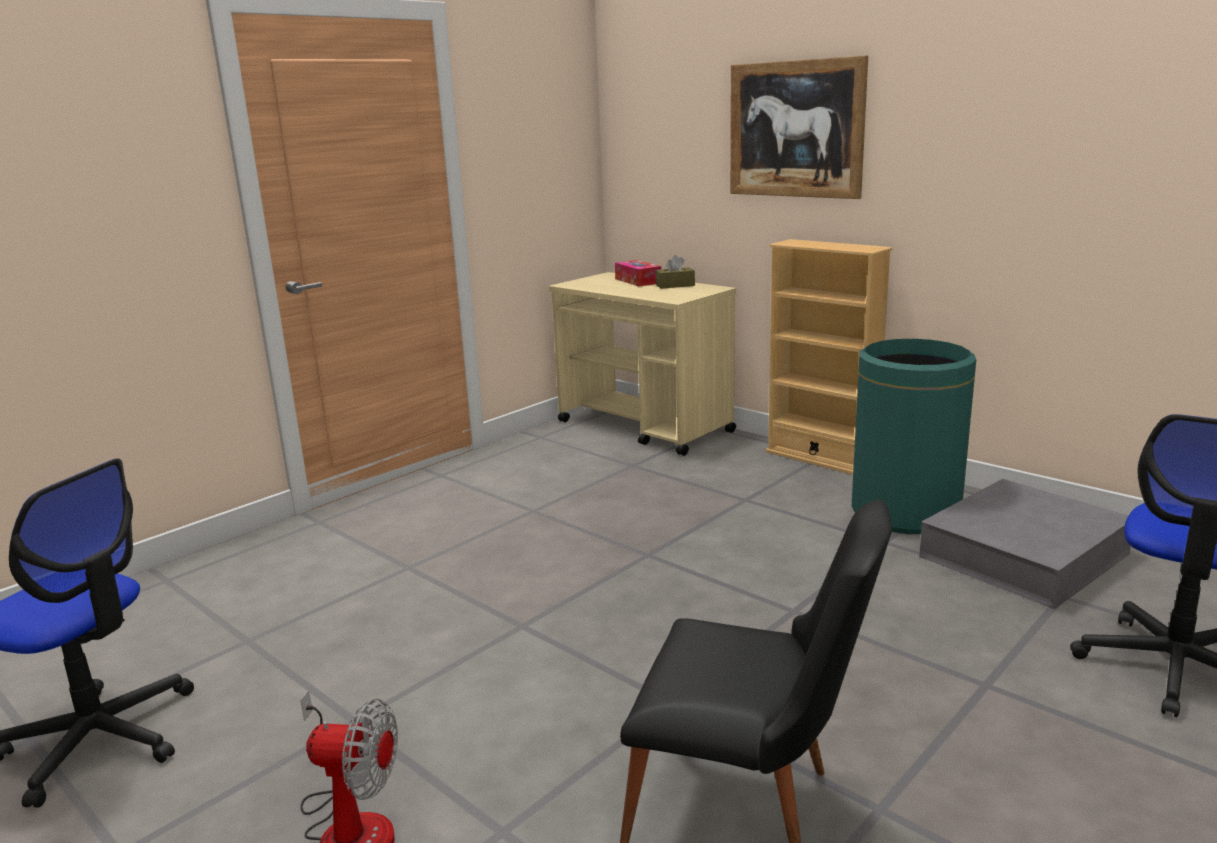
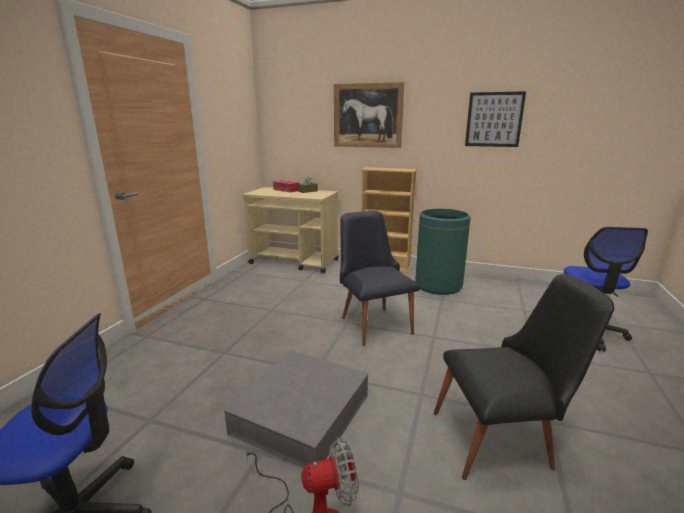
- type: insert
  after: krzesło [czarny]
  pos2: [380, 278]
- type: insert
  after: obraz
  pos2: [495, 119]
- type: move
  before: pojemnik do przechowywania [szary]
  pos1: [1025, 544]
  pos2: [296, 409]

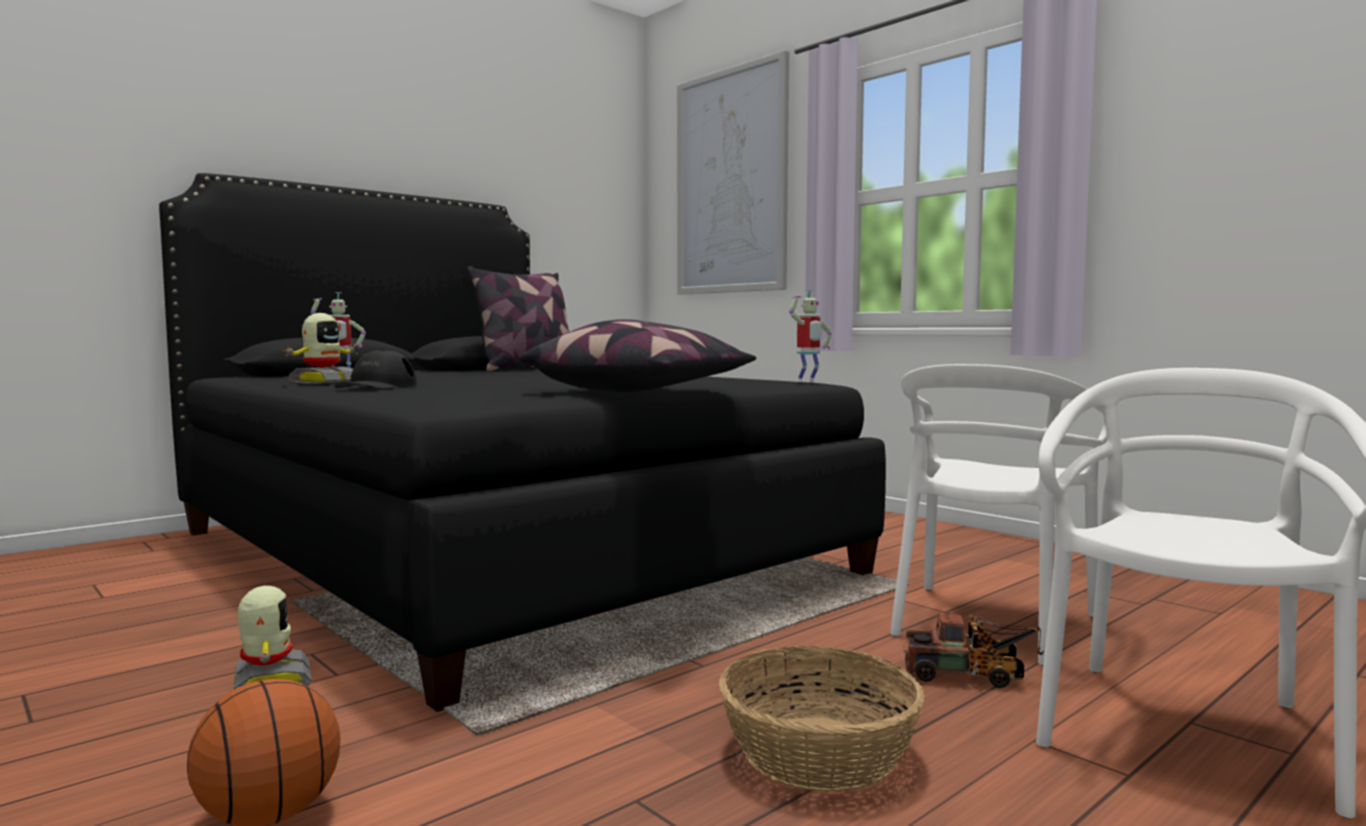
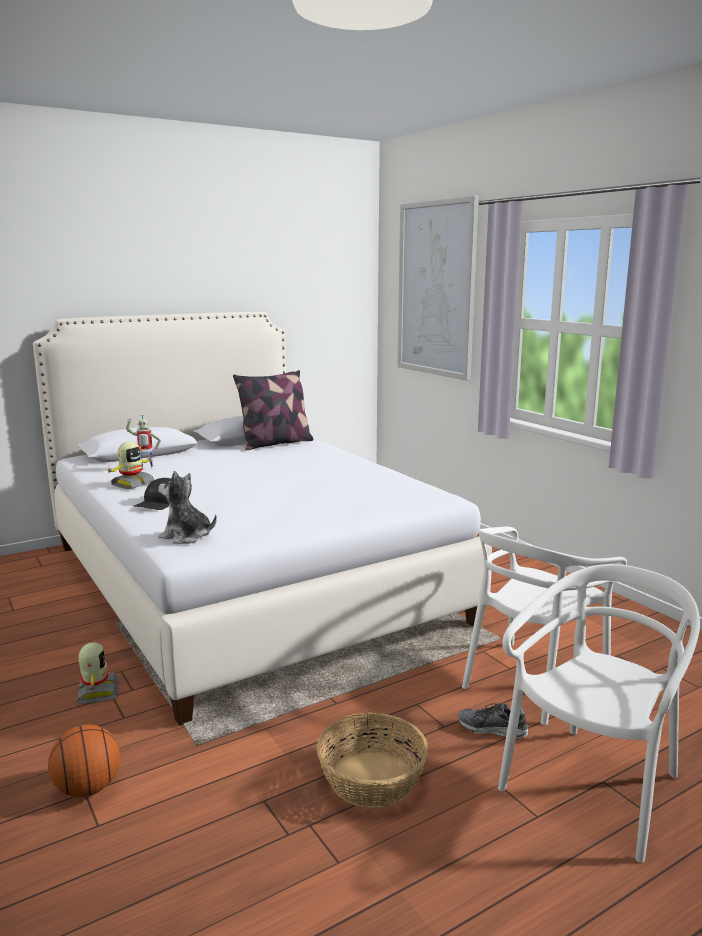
- type: delete
  before: poduszka
  pos1: [638, 355]
- type: delete
  before: robot zabawkowy
  pos1: [810, 336]
- type: insert
  after: pluszak
  pos2: [187, 507]
- type: replace
  before: ciężarówka zabawkowa
  after: but
  pos1: [973, 650]
  pos2: [493, 720]
- type: recolor
  before: łóżko [czarny]
  after: łóżko [biały]
  pos1: [522, 442]
  pos2: [262, 519]

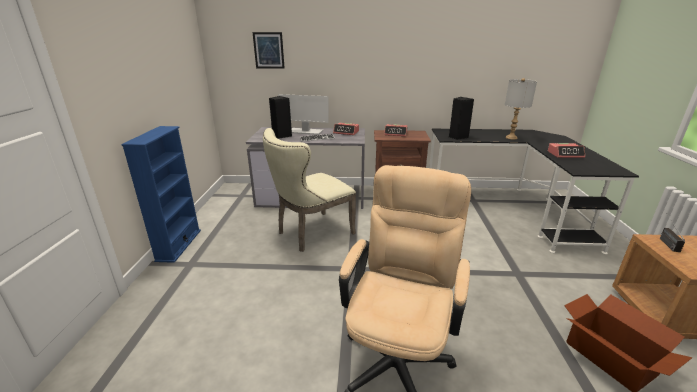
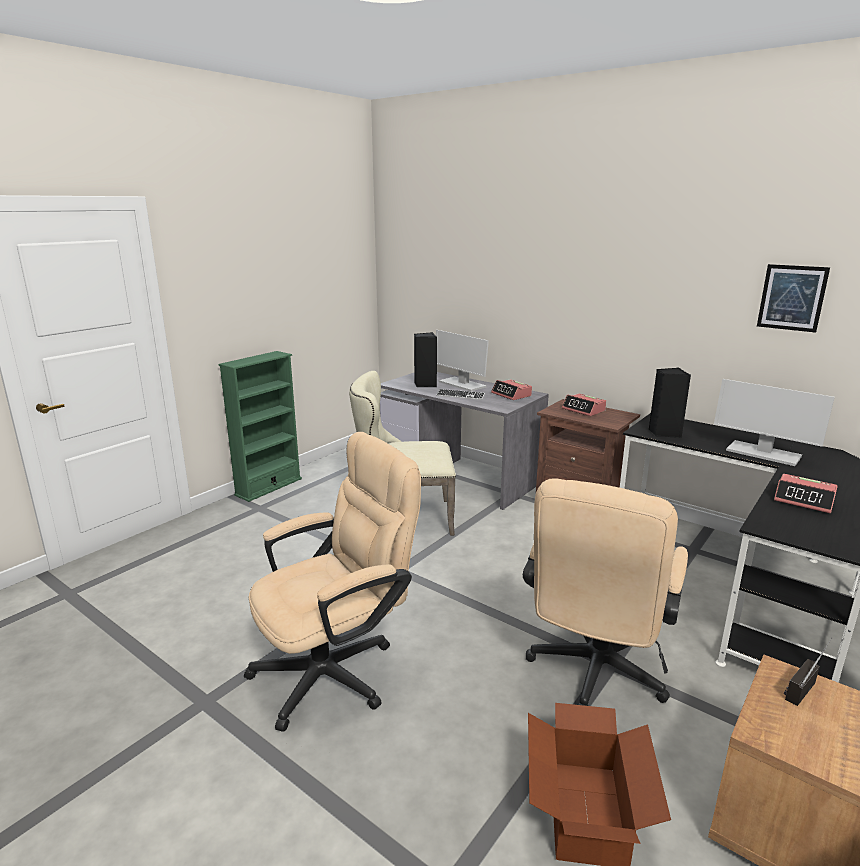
- type: insert
  after: krzesło biurowe [beżowy]
  pos2: [605, 592]
- type: move
  before: obraz
  pos1: [268, 50]
  pos2: [793, 298]
- type: replace
  before: lampa stołowa [szary]
  after: monitor
  pos1: [521, 109]
  pos2: [774, 422]
- type: recolor
  before: regał [niebieski]
  after: regał [zielony]
  pos1: [161, 194]
  pos2: [260, 426]

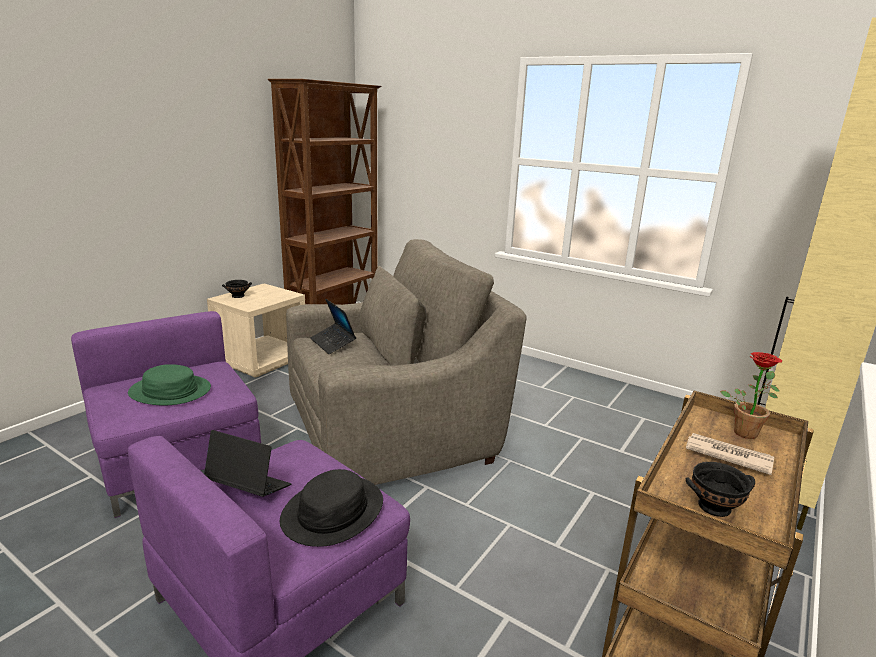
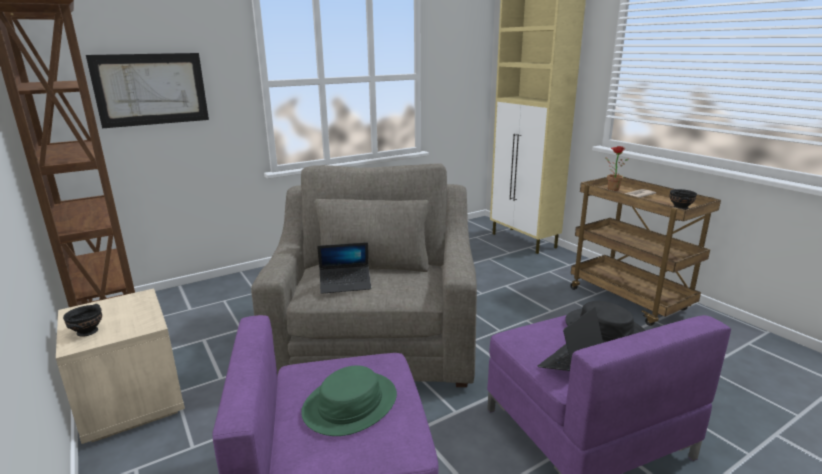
- type: insert
  after: obraz
  pos2: [147, 90]

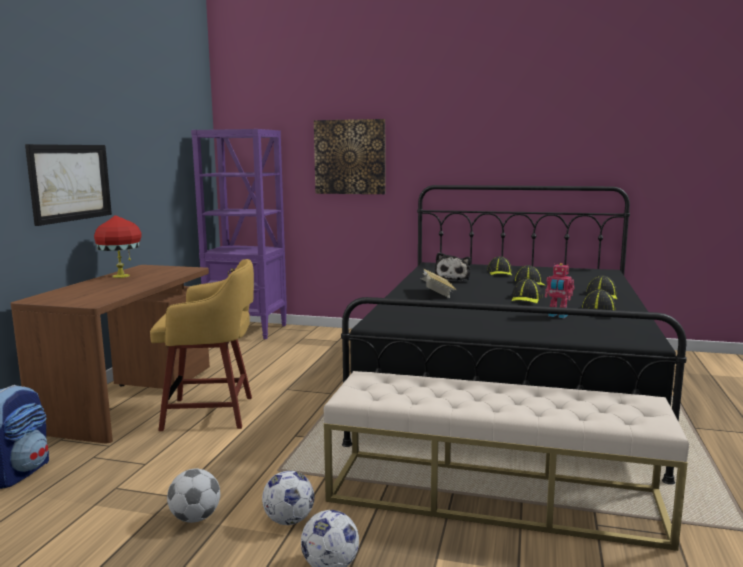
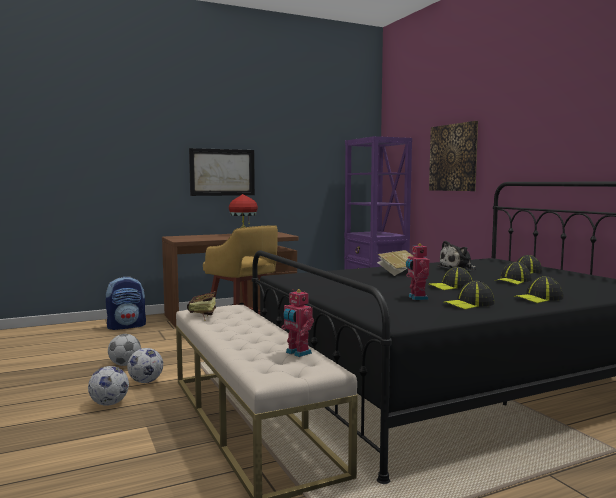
- type: insert
  after: książka
  pos2: [201, 305]
- type: insert
  after: robot zabawkowy
  pos2: [297, 323]

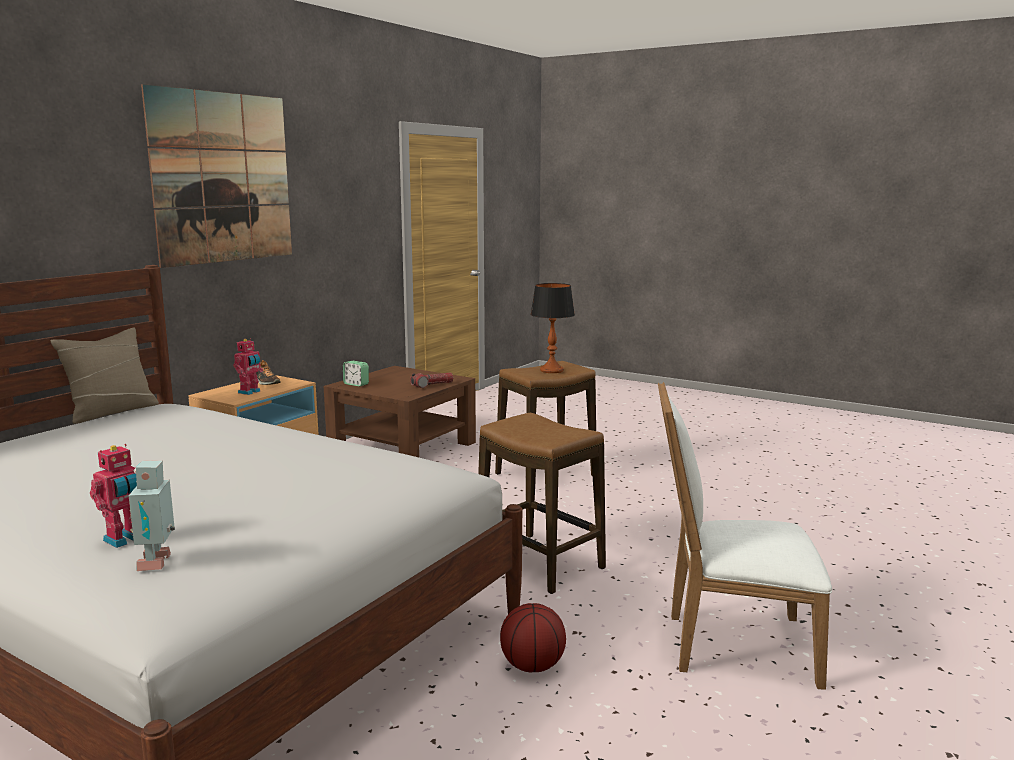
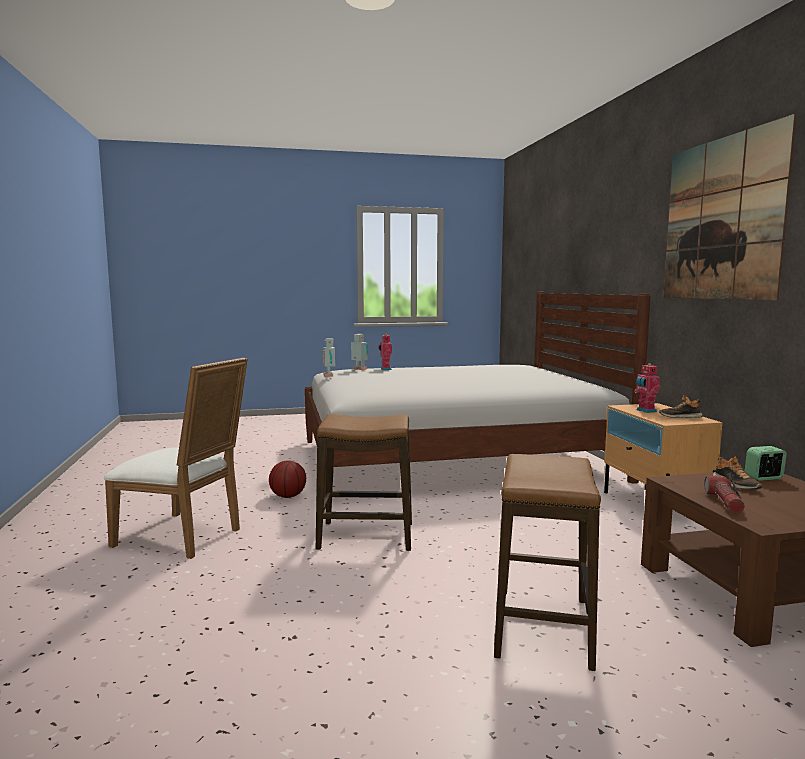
- type: delete
  before: poduszka [beżowy]
  pos1: [104, 376]
- type: delete
  before: lampa stołowa
  pos1: [552, 328]
- type: insert
  after: robot zabawkowy
  pos2: [329, 357]
- type: insert
  after: but
  pos2: [738, 473]
- type: rotate
  before: krzesło [biały]
  pos1: [745, 536]
  pos2: [176, 458]
  turn: 60

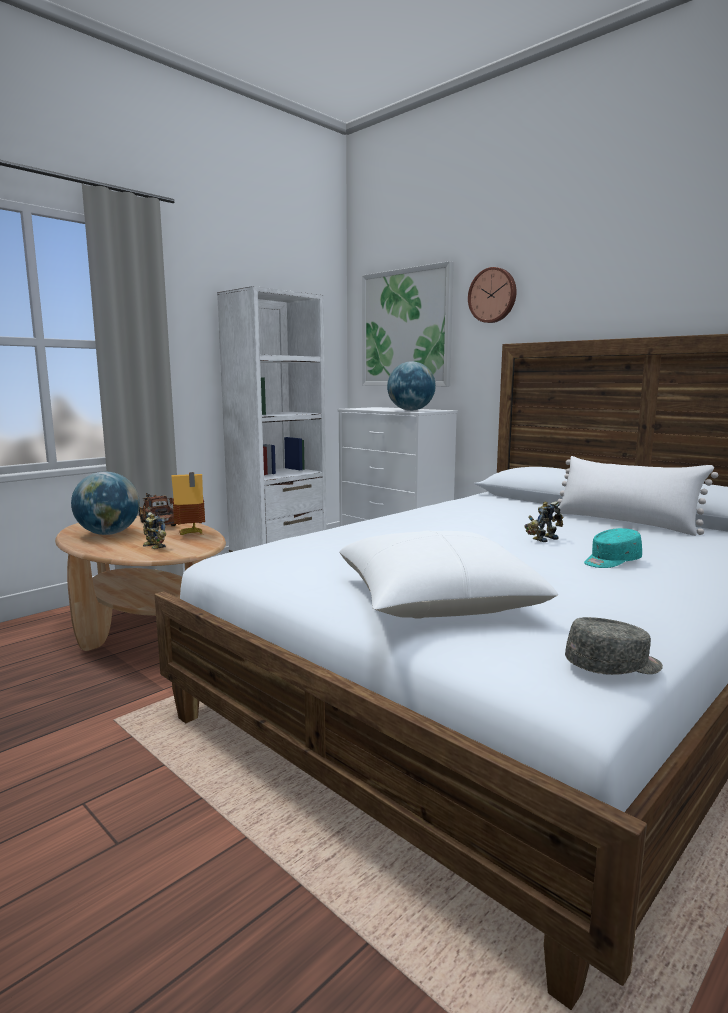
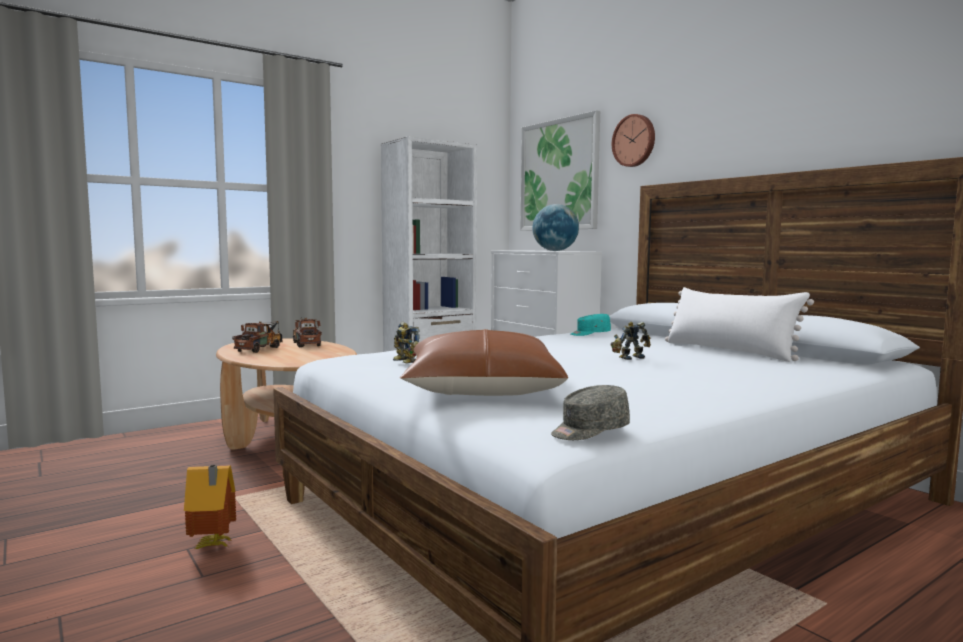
- type: move
  before: robot zabawkowy
  pos1: [154, 530]
  pos2: [406, 342]
- type: move
  before: domek
  pos1: [188, 503]
  pos2: [210, 507]
- type: move
  before: czapka z daszkiem [turkusowy]
  pos1: [613, 548]
  pos2: [591, 325]
- type: replace
  before: globus
  after: ciężarówka zabawkowa
  pos1: [105, 503]
  pos2: [257, 337]
- type: recolor
  before: poduszka [biały]
  after: poduszka [brązowy]
  pos1: [448, 575]
  pos2: [484, 362]
- type: rotate
  before: czapka z daszkiem [szary]
  pos1: [614, 646]
  pos2: [590, 412]
  turn: 150

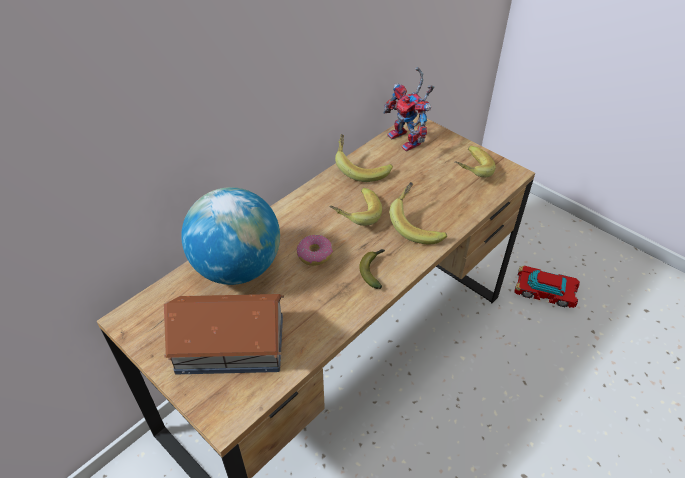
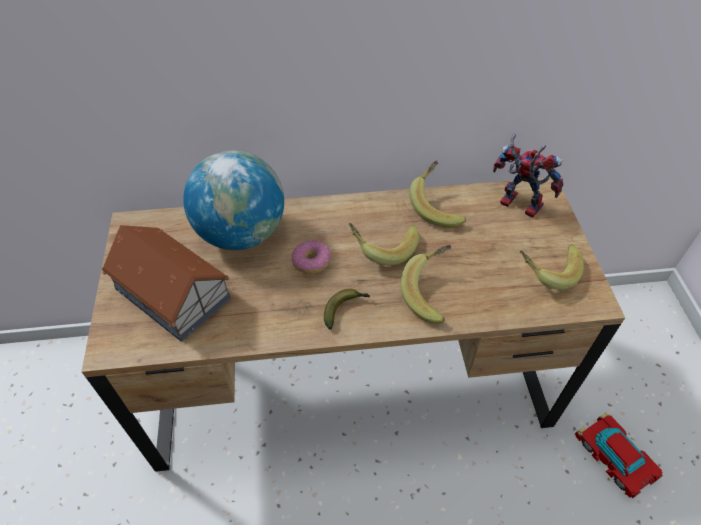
- type: rotate
  before: robot zabawkowy
  pos1: [408, 109]
  pos2: [528, 176]
  turn: 120

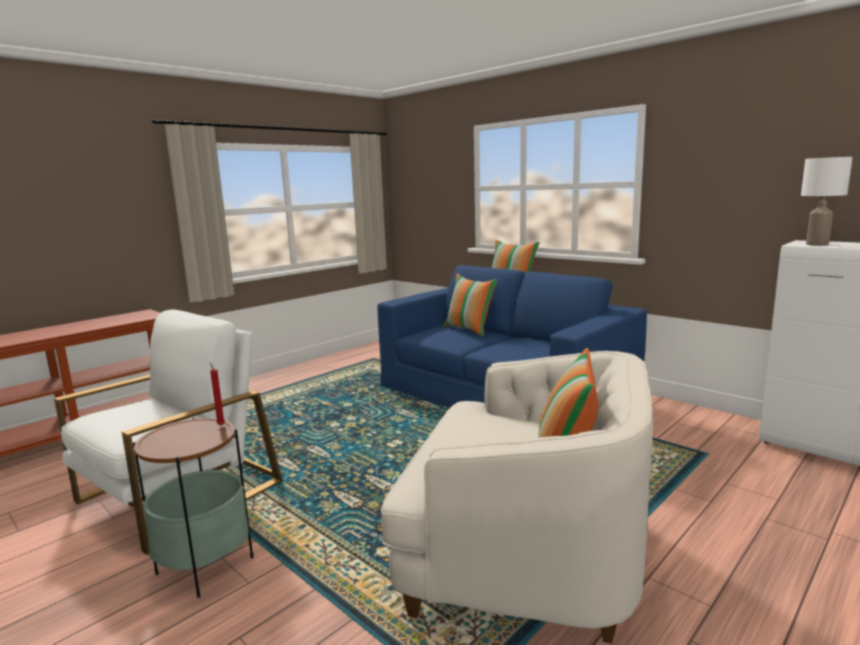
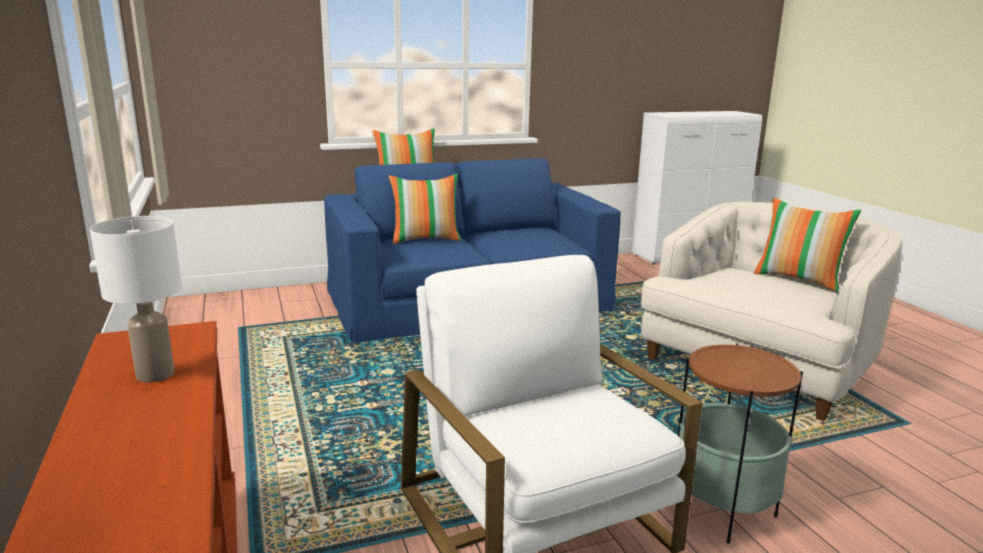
- type: delete
  before: świeca [czerwony]
  pos1: [217, 393]
- type: move
  before: lampa stołowa [biały]
  pos1: [827, 201]
  pos2: [136, 299]

